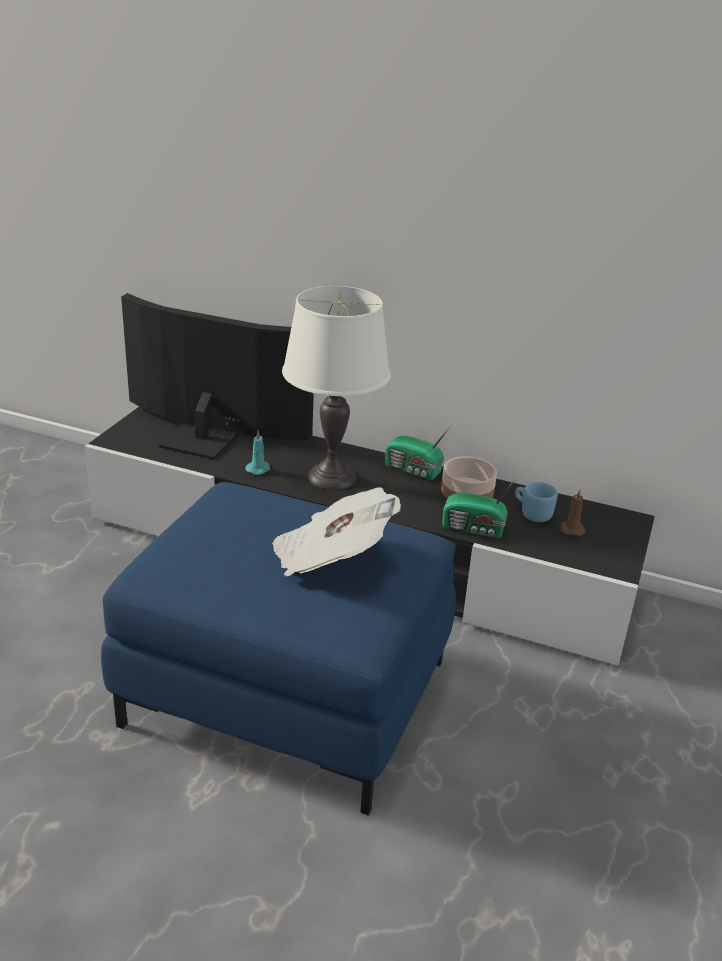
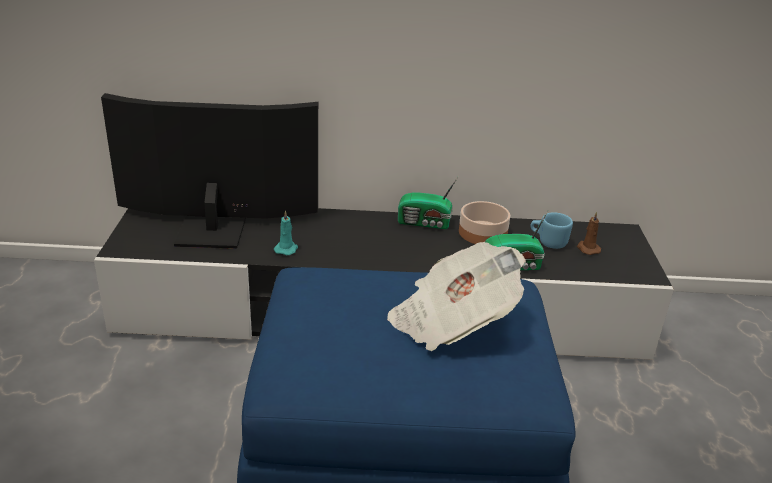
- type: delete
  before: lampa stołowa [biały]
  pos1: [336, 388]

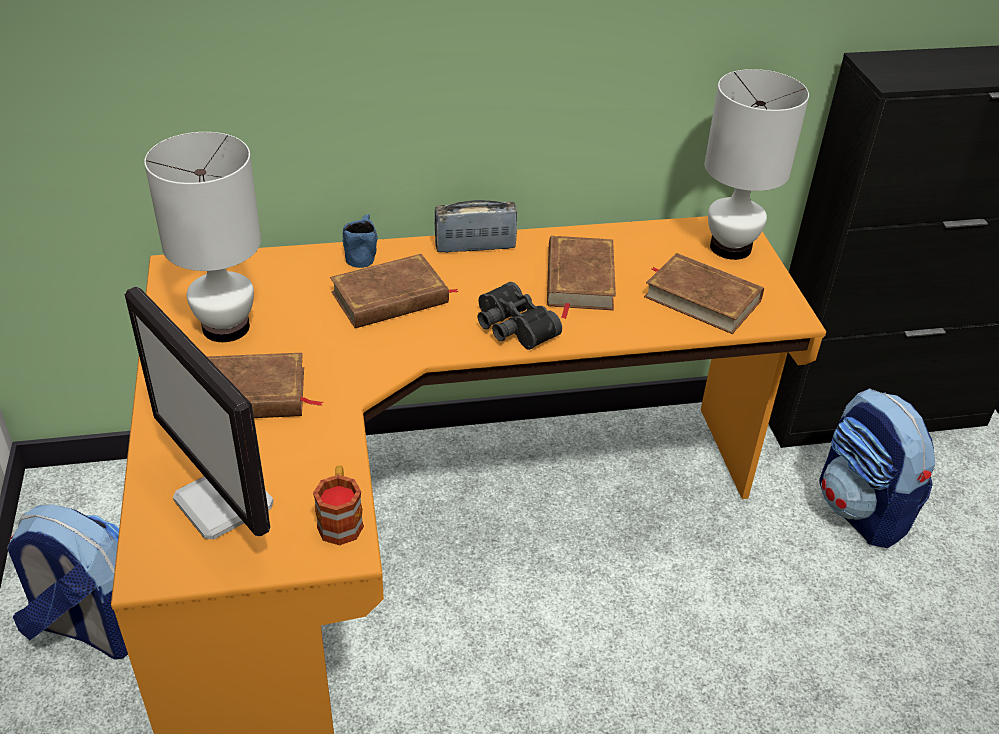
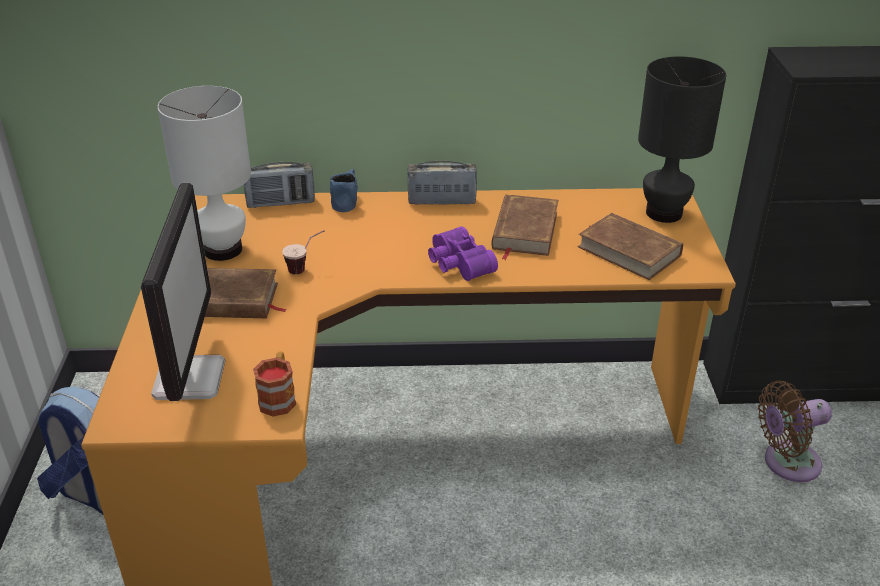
- type: delete
  before: książka [brązowy]
  pos1: [394, 291]
- type: insert
  after: radio
  pos2: [279, 185]
- type: insert
  after: filiżanka
  pos2: [303, 252]
- type: replace
  before: plecak
  after: wentylator [brązowy]
  pos1: [877, 468]
  pos2: [795, 431]
- type: recolor
  before: lornetka [czarny]
  after: lornetka [fioletowy]
  pos1: [520, 316]
  pos2: [463, 253]
- type: recolor
  before: lampa stołowa [biały]
  after: lampa stołowa [czarny]
  pos1: [757, 164]
  pos2: [682, 139]
- type: rotate
  before: monitor
  pos1: [199, 413]
  pos2: [183, 292]
  turn: -150

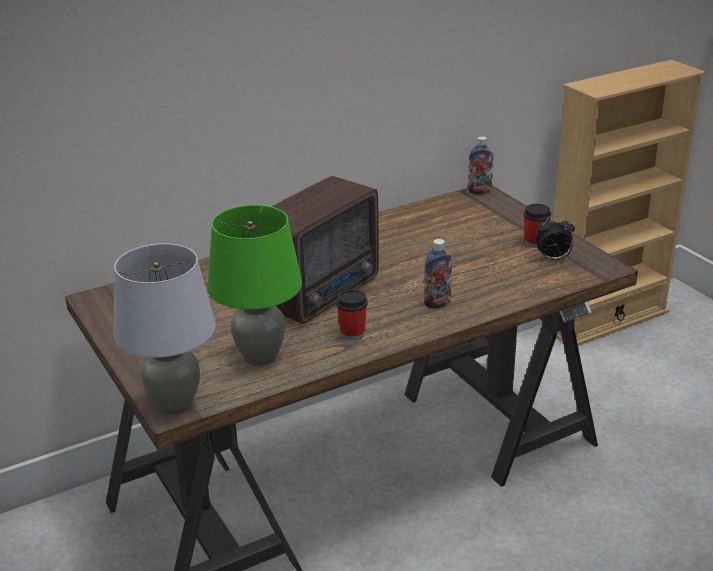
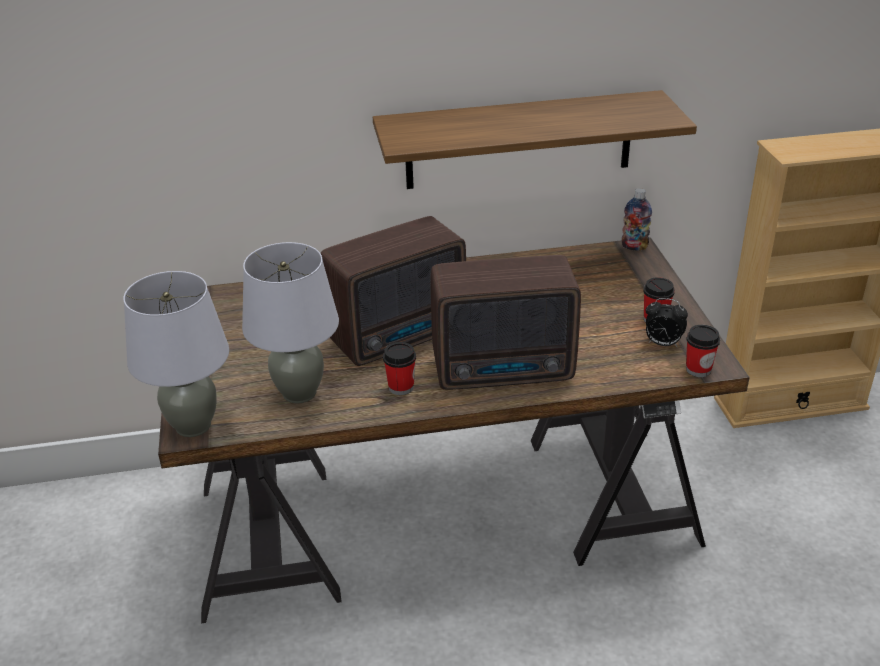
- type: insert
  after: półka
  pos2: [535, 139]
- type: insert
  after: filiżanka
  pos2: [703, 351]
- type: replace
  before: butelka
  after: radio
  pos1: [438, 273]
  pos2: [505, 322]
- type: recolor
  before: lampa stołowa [zielony]
  after: lampa stołowa [szary]
  pos1: [254, 285]
  pos2: [290, 323]

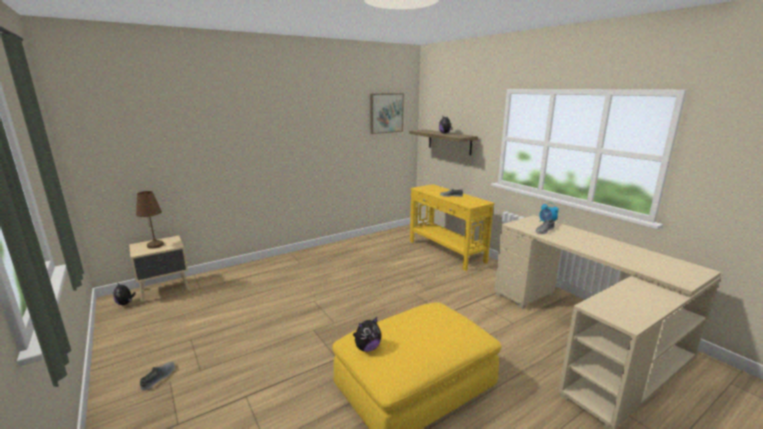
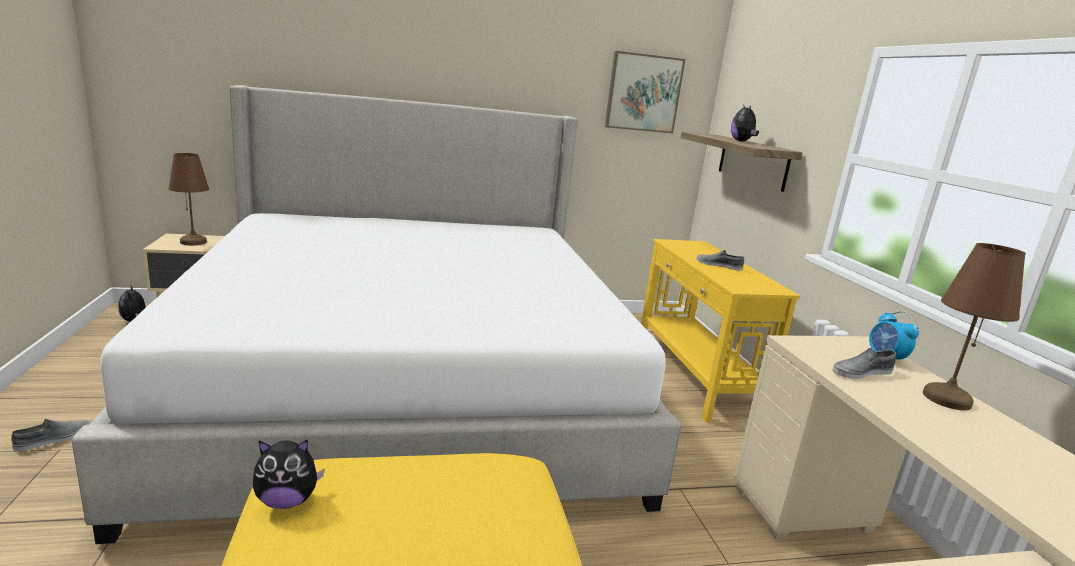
- type: insert
  after: łóżko
  pos2: [377, 314]
- type: insert
  after: lampa stołowa [brązowy]
  pos2: [974, 326]

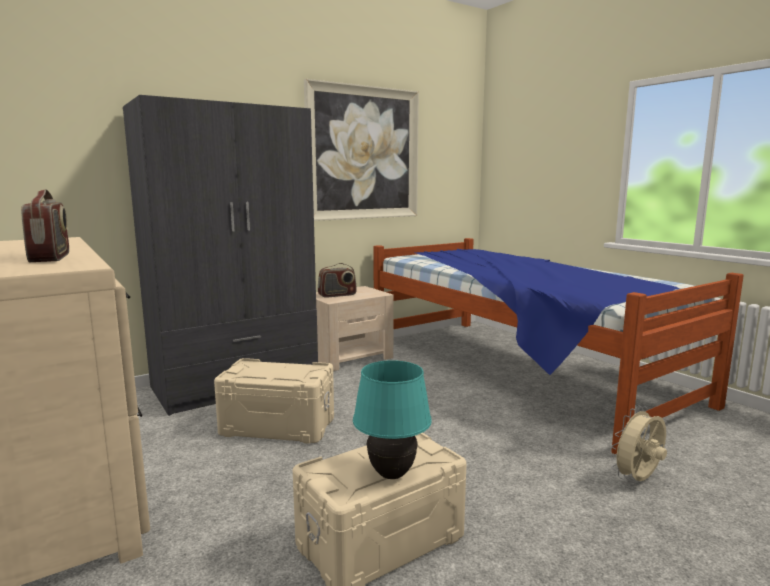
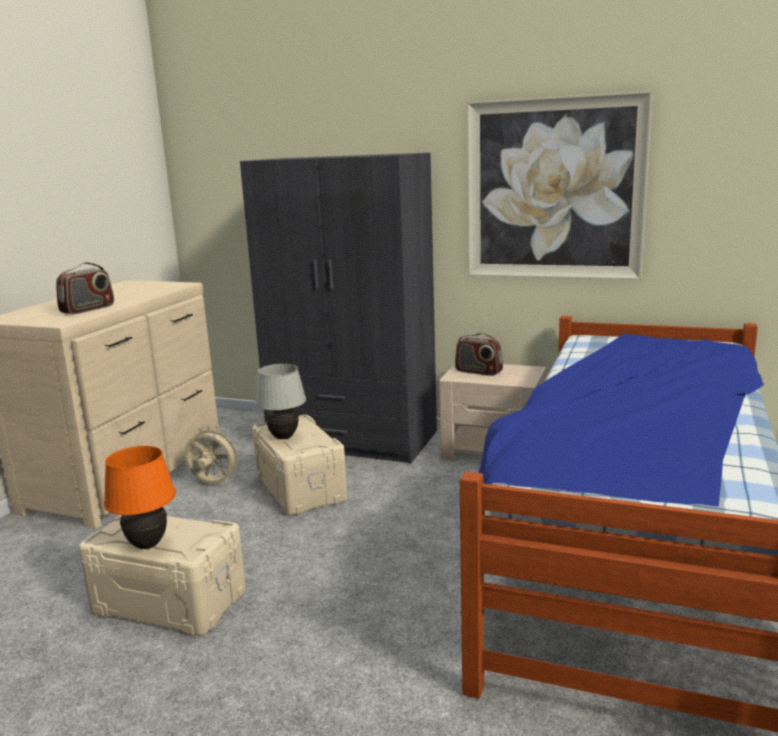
- type: insert
  after: lampa stołowa [biały]
  pos2: [280, 401]
- type: move
  before: wentylator [beżowy]
  pos1: [638, 443]
  pos2: [213, 455]
- type: recolor
  before: lampa stołowa [turkusowy]
  after: lampa stołowa [pomarańczowy]
  pos1: [392, 419]
  pos2: [140, 497]

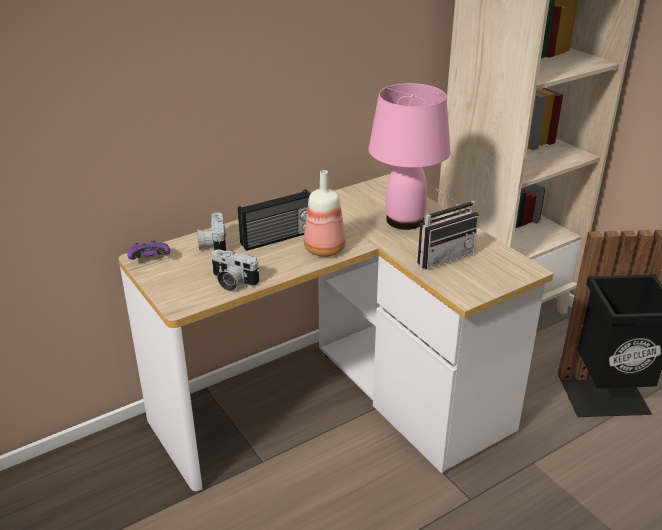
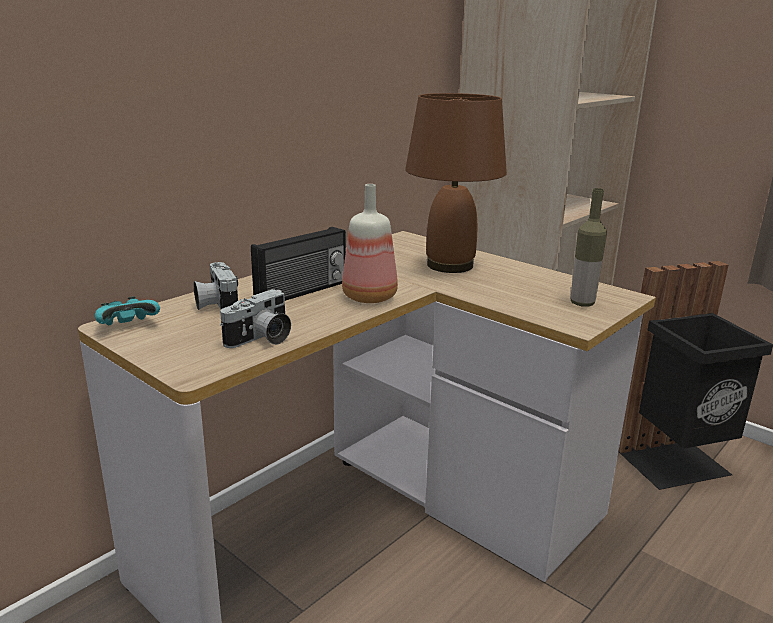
- type: delete
  before: radio
  pos1: [448, 227]
- type: insert
  after: butelka
  pos2: [589, 247]
- type: recolor
  before: pad do gier [fioletowy]
  after: pad do gier [turkusowy]
  pos1: [148, 250]
  pos2: [127, 310]
- type: recolor
  before: lampa stołowa [różowy]
  after: lampa stołowa [brązowy]
  pos1: [409, 156]
  pos2: [456, 183]
- type: rotate
  before: aparat fotograficzny
  pos1: [235, 270]
  pos2: [255, 318]
  turn: -60

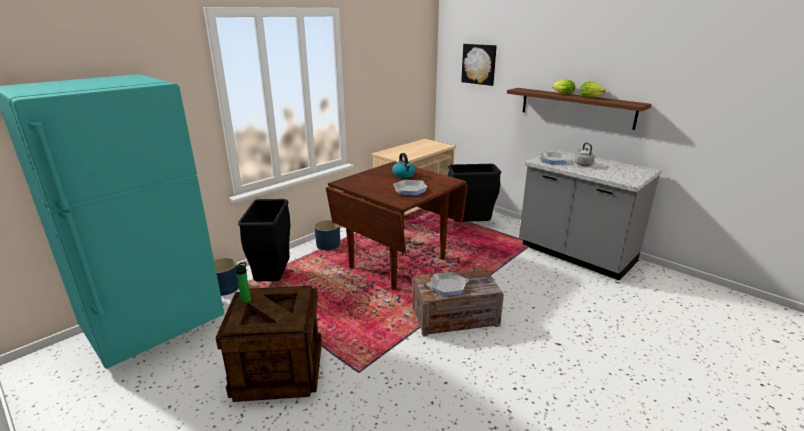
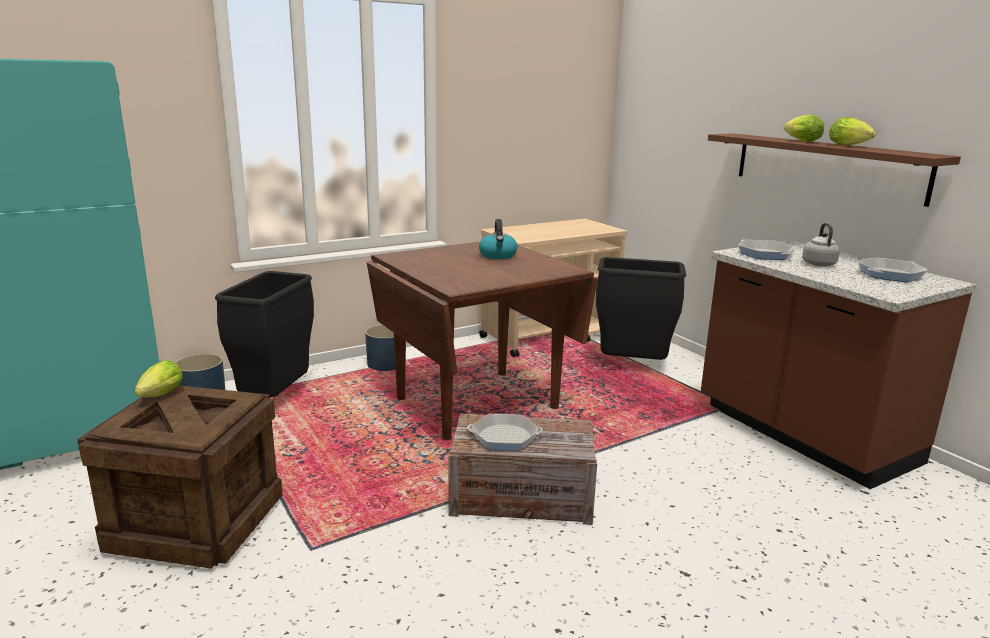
- type: delete
  before: obraz
  pos1: [479, 65]
- type: move
  before: patelnia
  pos1: [410, 188]
  pos2: [892, 269]
- type: replace
  before: butelka
  after: sałata
  pos1: [243, 282]
  pos2: [159, 378]
- type: recolor
  before: zabudowa kuchenna [szary]
  after: zabudowa kuchenna [brązowy]
  pos1: [590, 214]
  pos2: [838, 364]

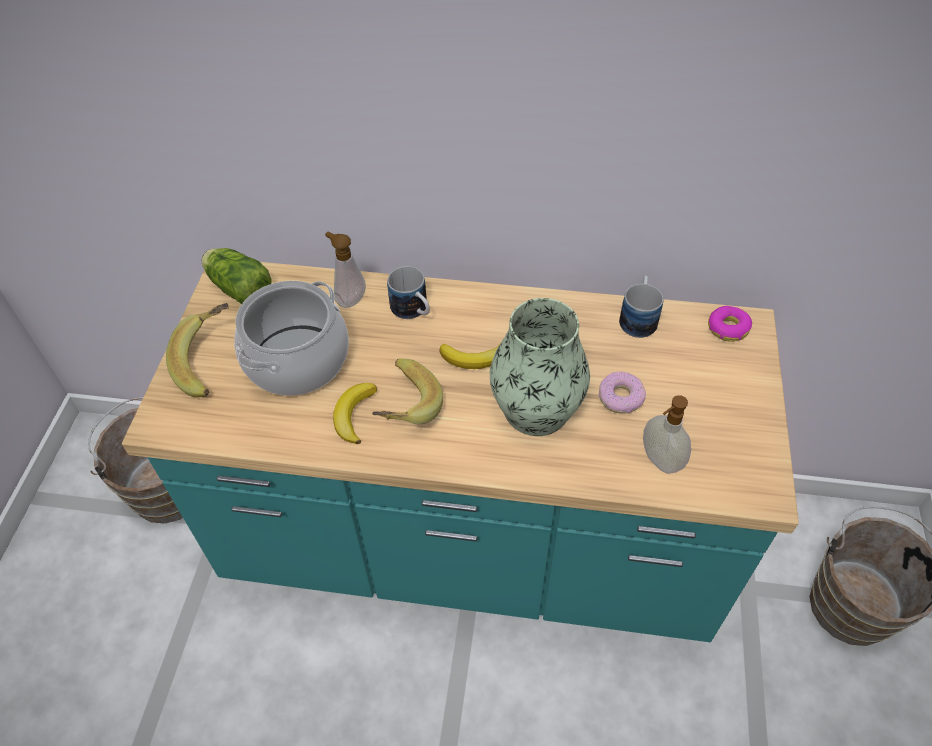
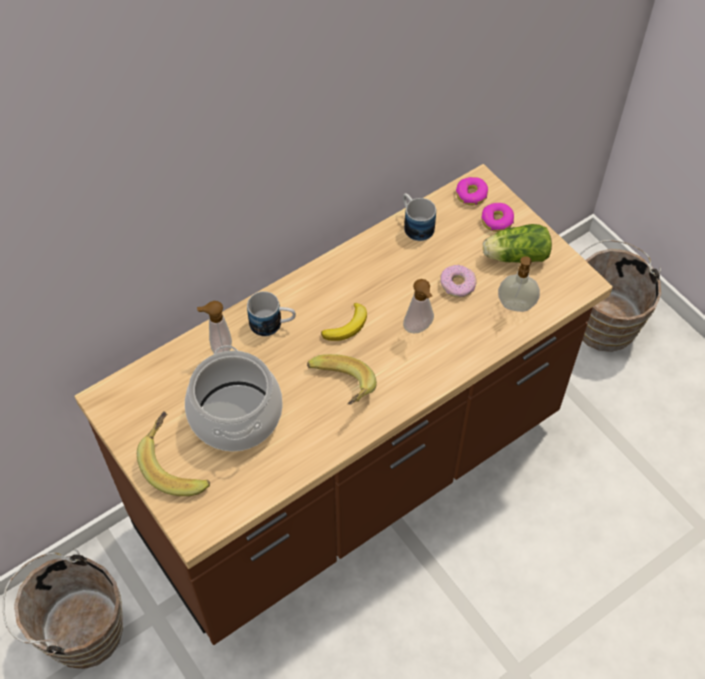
- type: delete
  before: banan
  pos1: [355, 413]
- type: insert
  after: donut
  pos2: [497, 217]
- type: move
  before: sałata
  pos1: [237, 276]
  pos2: [517, 243]
- type: replace
  before: wazon
  after: dozownik mydła
  pos1: [540, 367]
  pos2: [418, 306]
- type: recolor
  before: zabudowa kuchenna [turkusowy]
  after: zabudowa kuchenna [brązowy]
  pos1: [460, 452]
  pos2: [343, 404]

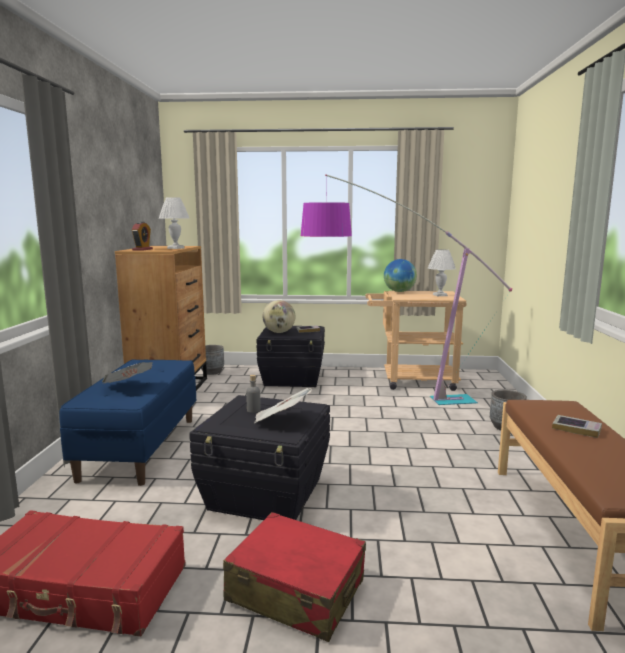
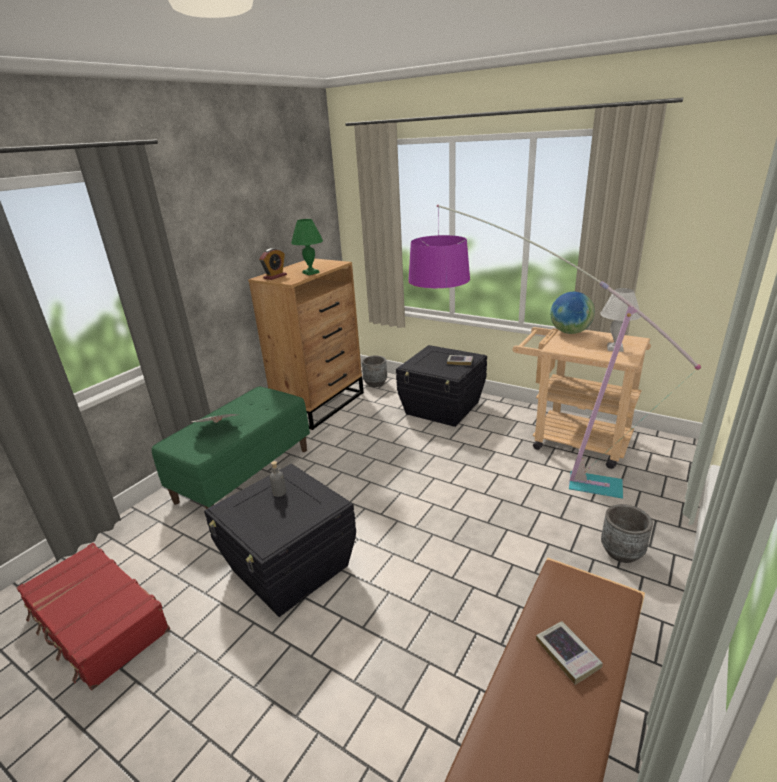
- type: delete
  before: walizka [czerwony]
  pos1: [294, 577]
- type: delete
  before: gazeta
  pos1: [283, 405]
- type: delete
  before: globus
  pos1: [279, 316]
- type: recolor
  before: ławka [niebieski]
  after: ławka [zielony]
  pos1: [127, 423]
  pos2: [231, 447]
- type: recolor
  before: lampa stołowa [biały]
  after: lampa stołowa [zielony]
  pos1: [174, 223]
  pos2: [307, 247]

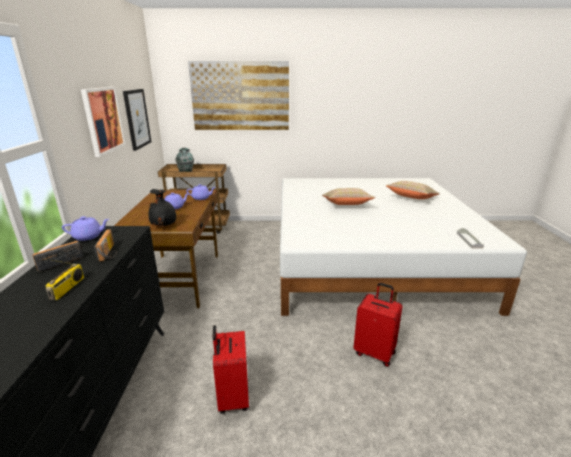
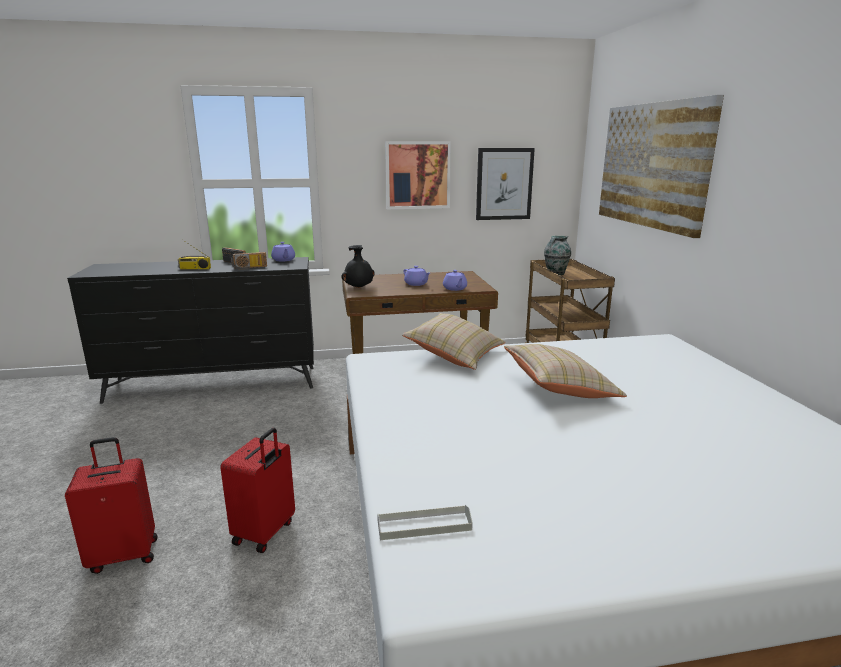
- type: move
  before: walizka [czerwony]
  pos1: [231, 369]
  pos2: [111, 505]
- type: move
  before: poduszka [beżowy]
  pos1: [413, 190]
  pos2: [453, 341]

